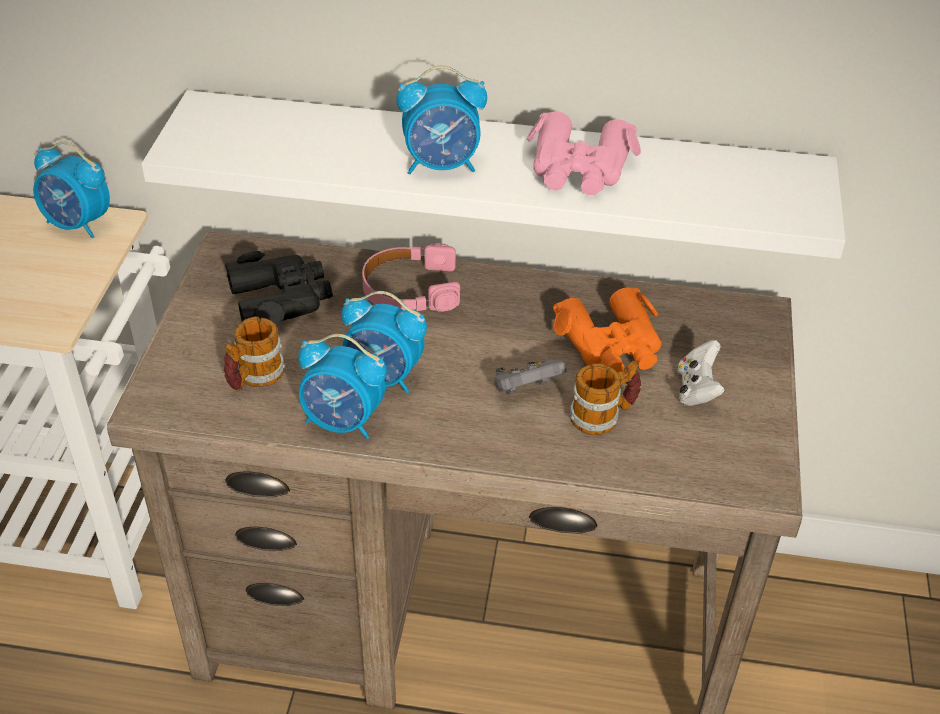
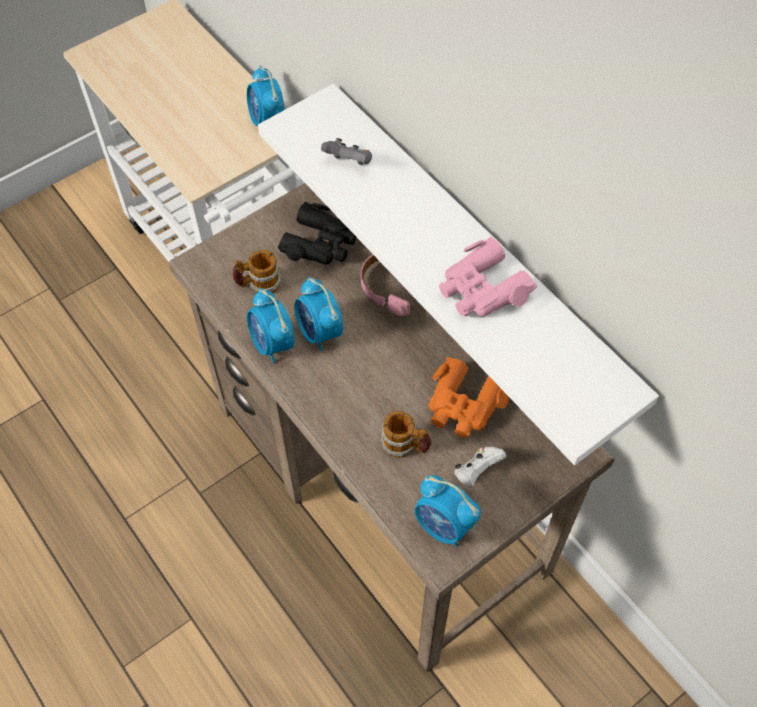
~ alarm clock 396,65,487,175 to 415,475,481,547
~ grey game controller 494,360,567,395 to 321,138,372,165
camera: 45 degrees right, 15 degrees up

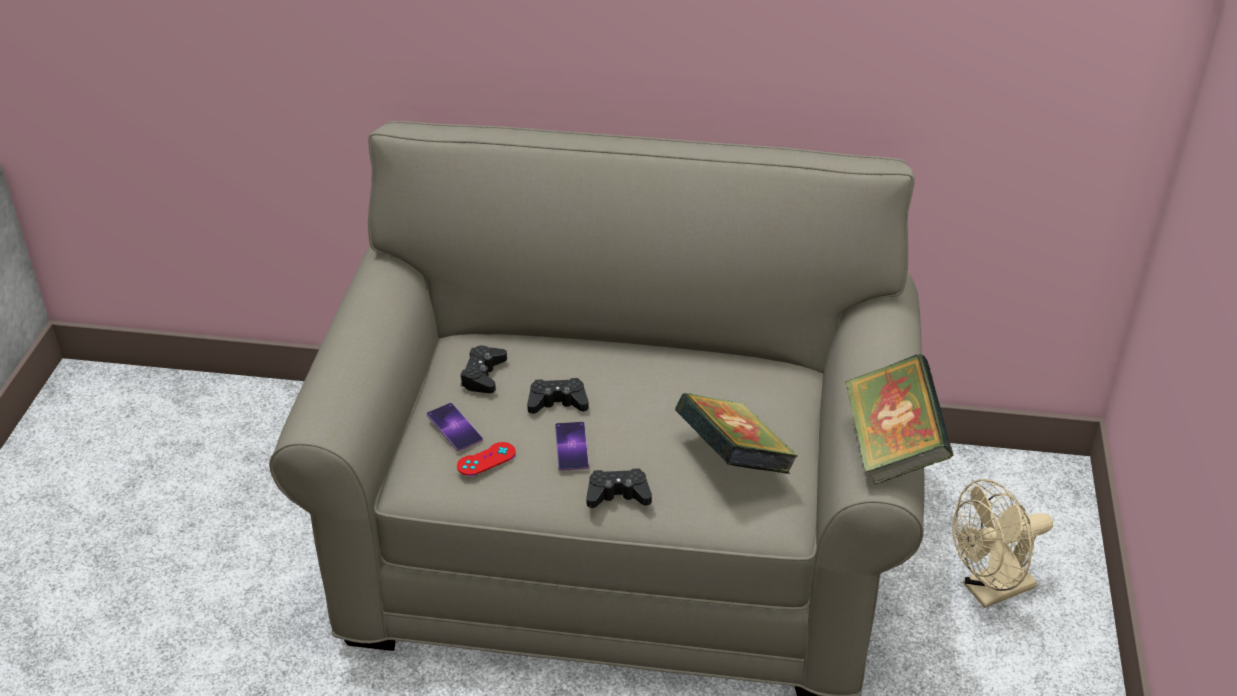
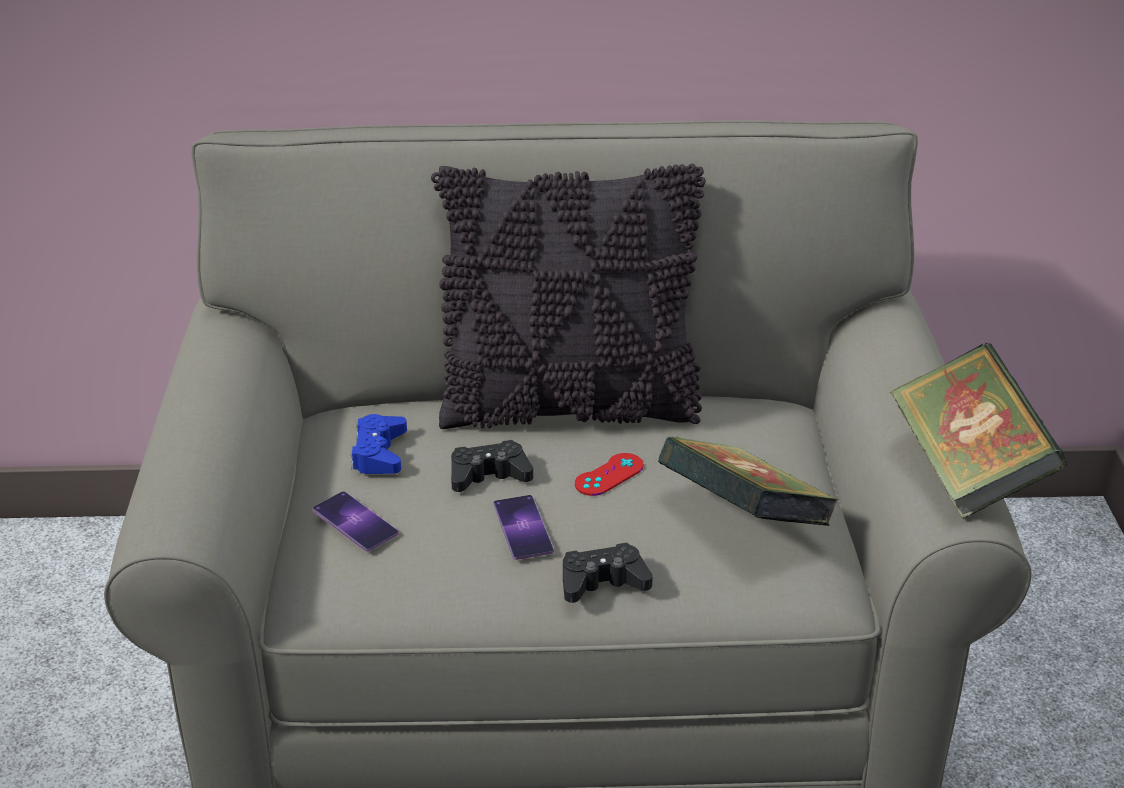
- beige fan 952,479,1053,608
+ black pillow 431,163,706,429
~ red game controller 457,442,516,476 to 575,453,644,496
~ black game controller 460,345,507,393 to blue game controller 351,414,407,474
camera: 10 degrees left, 5 degrees down

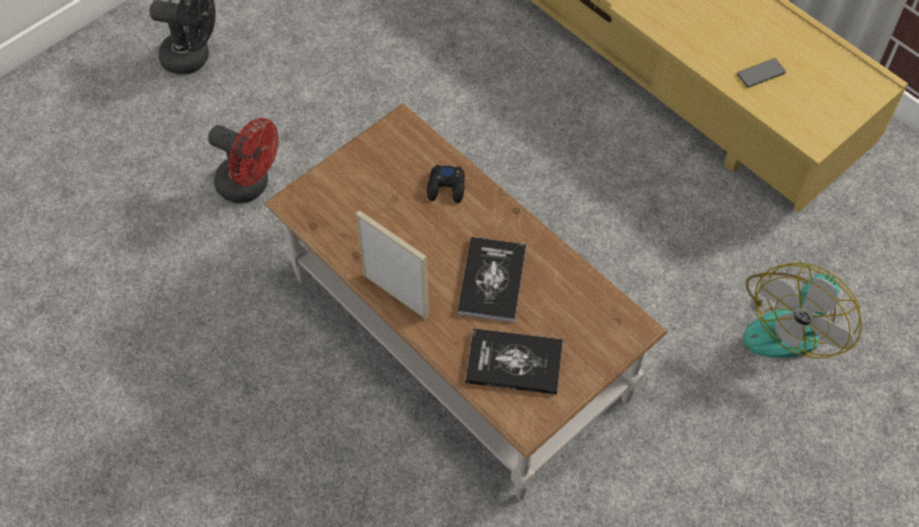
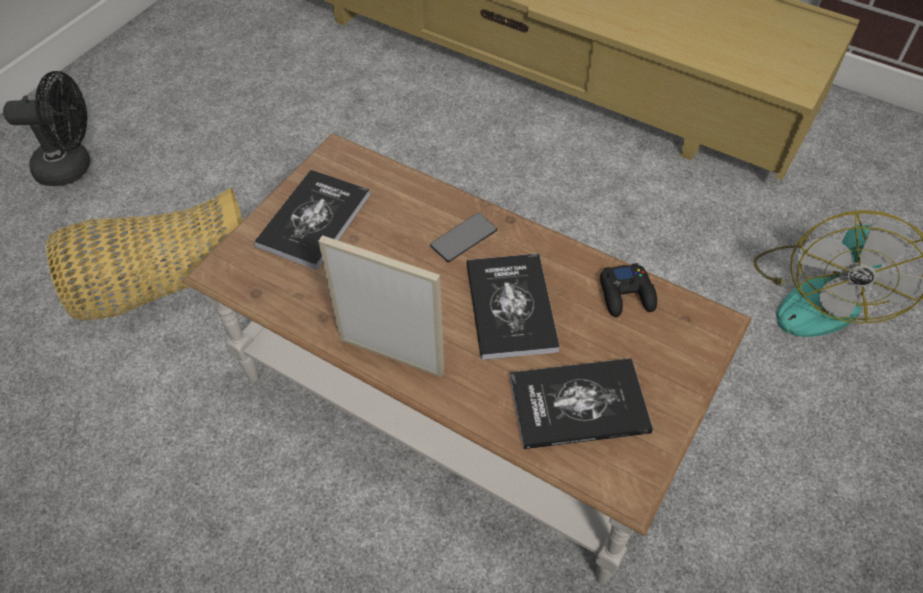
+ book 254,170,370,270
~ black game controller 427,165,465,203 to 600,263,657,317
~ phone 737,58,786,88 to 430,213,497,262
~ red fan 208,118,279,203 to basket 46,188,243,320
camera: 15 degrees left, 5 degrees down

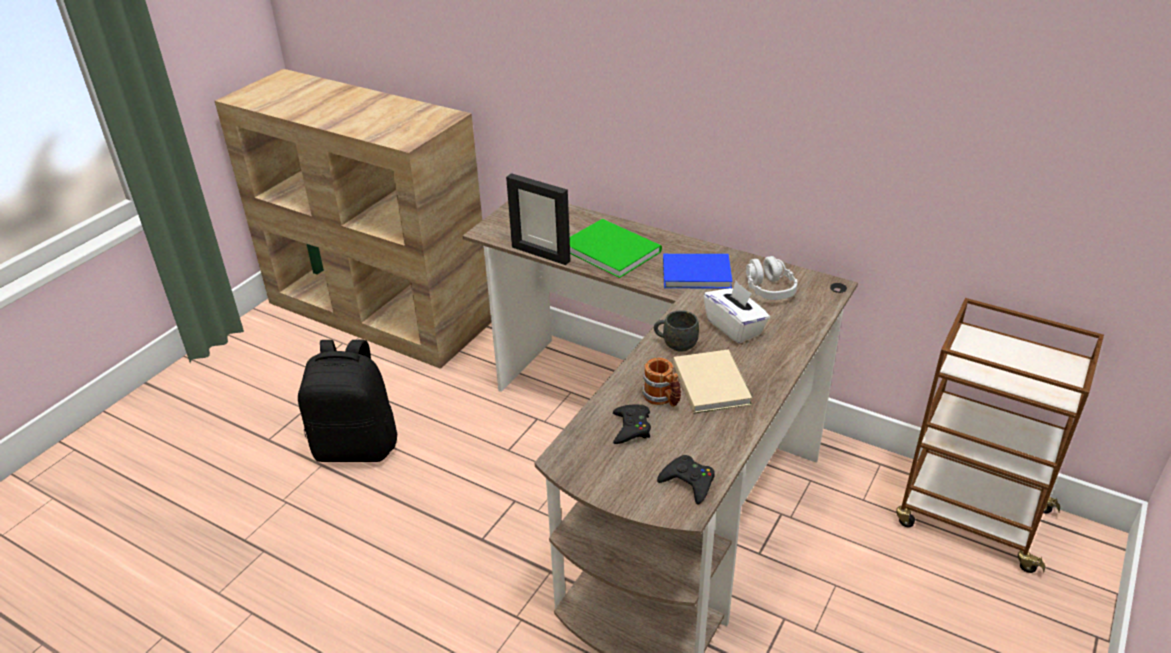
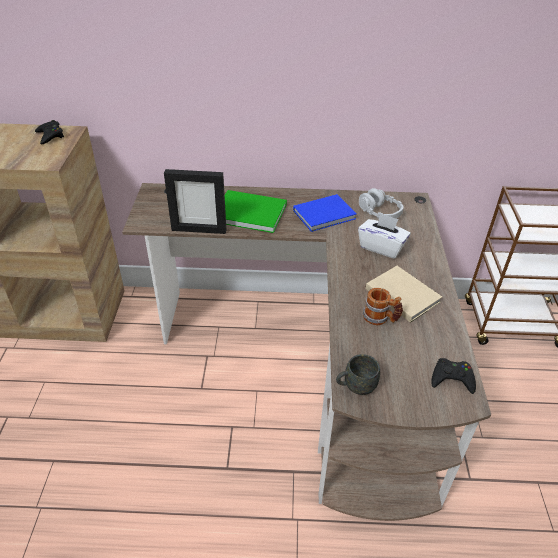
- black backpack 298,340,397,462
~ black game controller 613,404,651,444 to 35,120,64,145
~ grey mug 654,310,699,352 to 336,354,380,395
camera: 30 degrees left, 5 degrees up

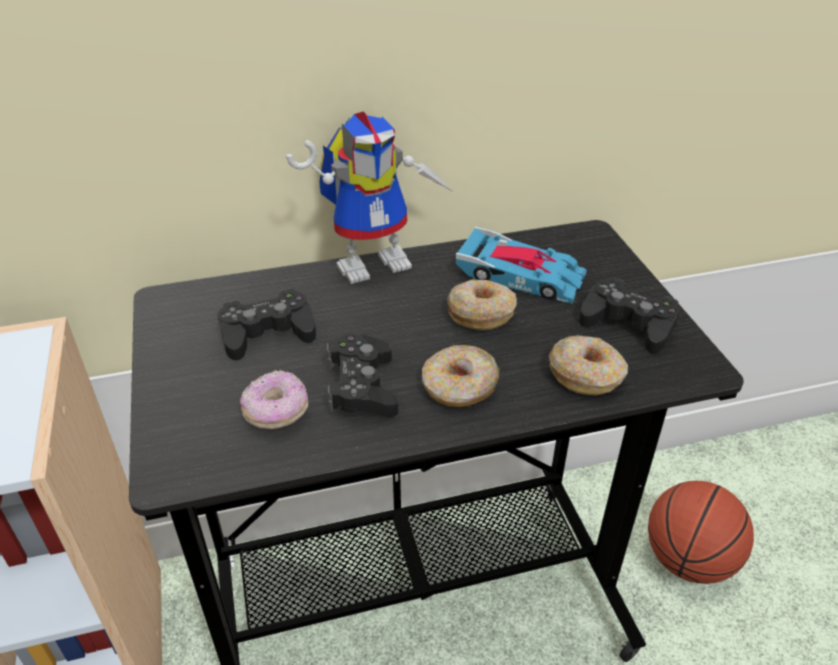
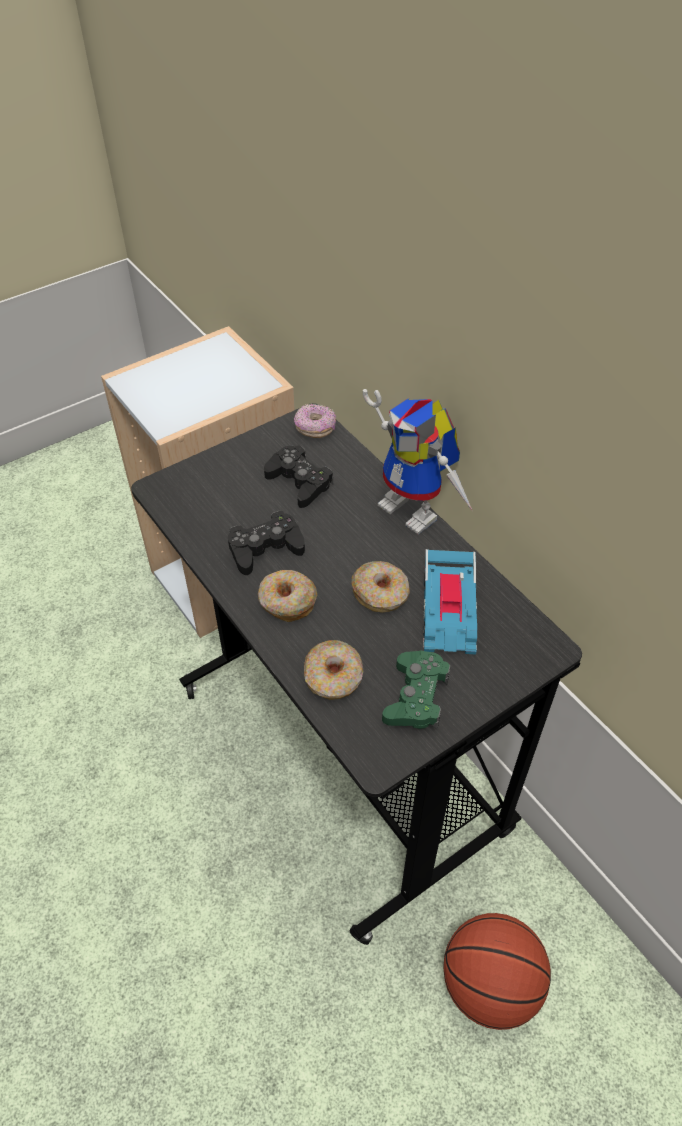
~ donut 240,370,308,429 to 294,404,336,438
~ black game controller 579,278,680,353 to green game controller 382,650,450,729
camera: 70 degrees right, 10 degrees up

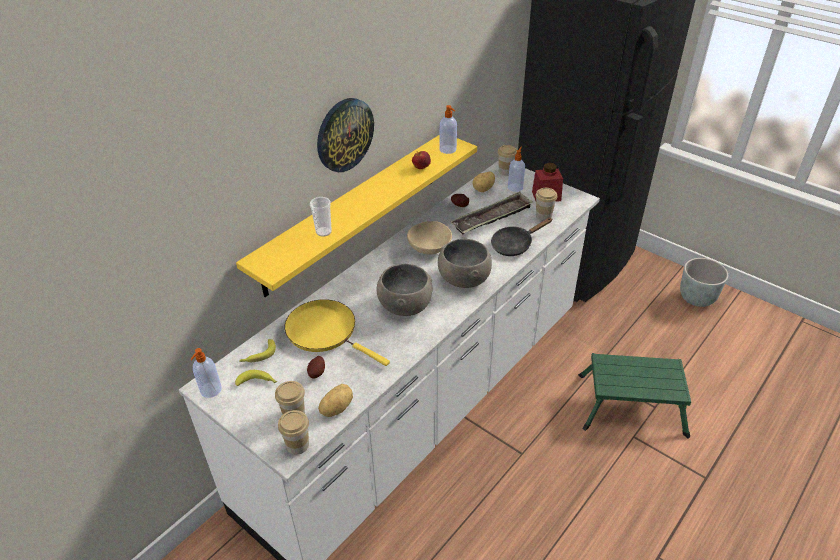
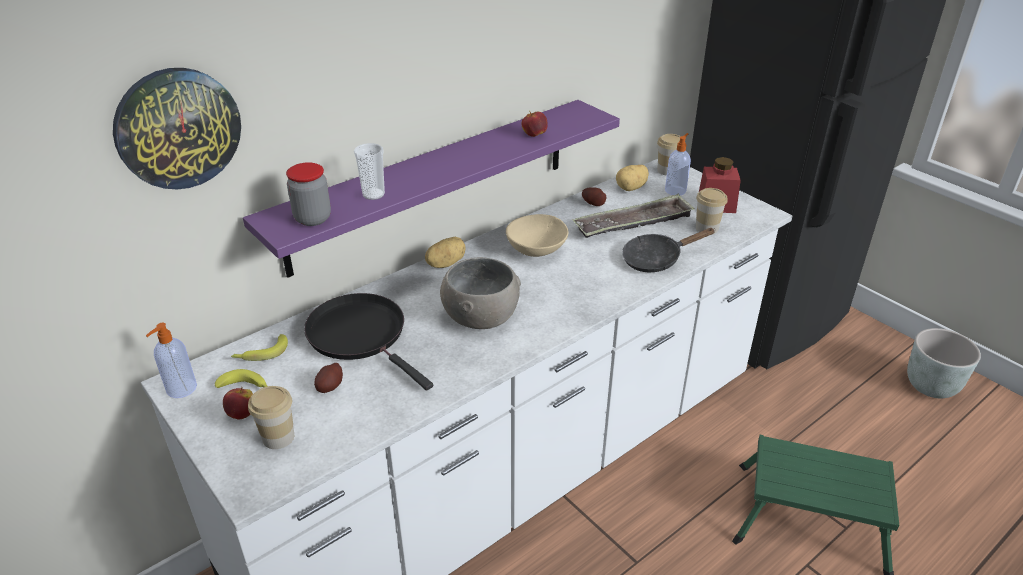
- cup 278,410,309,455
- grey bowl 438,239,492,288
- soap dispenser 440,105,457,154
+ apple 223,387,253,419
+ jar 286,162,331,226
~ wall clock 317,98,374,172 to 113,68,241,189
~ potato 318,384,353,417 to 425,237,466,268
~ yellow shelf 236,135,477,297 to purple shelf 243,100,620,277
~ yellow frying pan 285,299,390,366 to black frying pan 304,293,433,390
camera: 10 degrees right, 5 degrees down

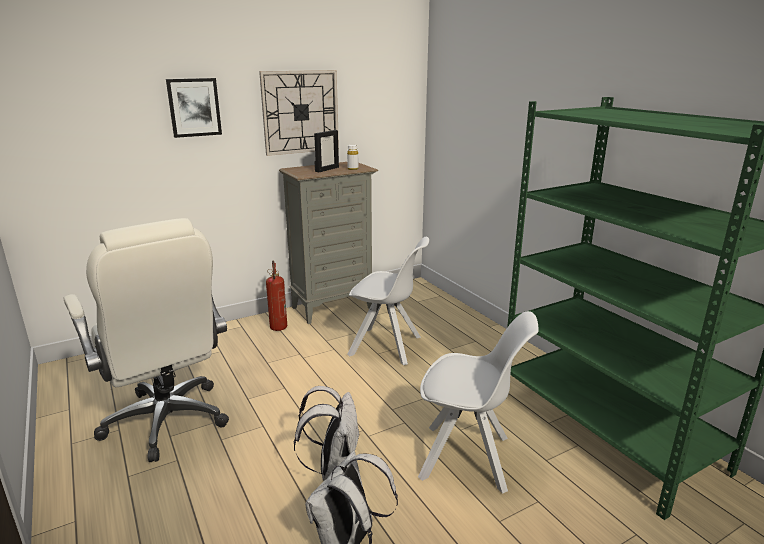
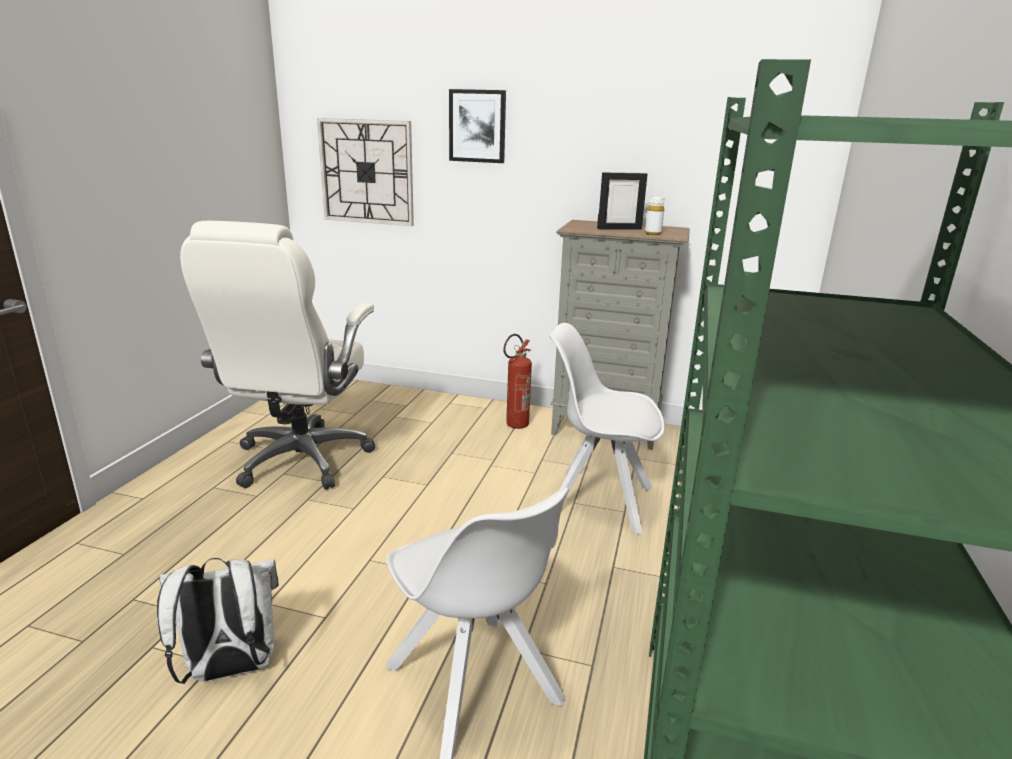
- white backpack 294,386,360,481
~ wall clock 259,70,339,156 to 317,118,414,226
~ white chair 347,237,429,365 = 549,323,665,535 135 degrees clockwise
camera: 45 degrees right, 0 degrees up

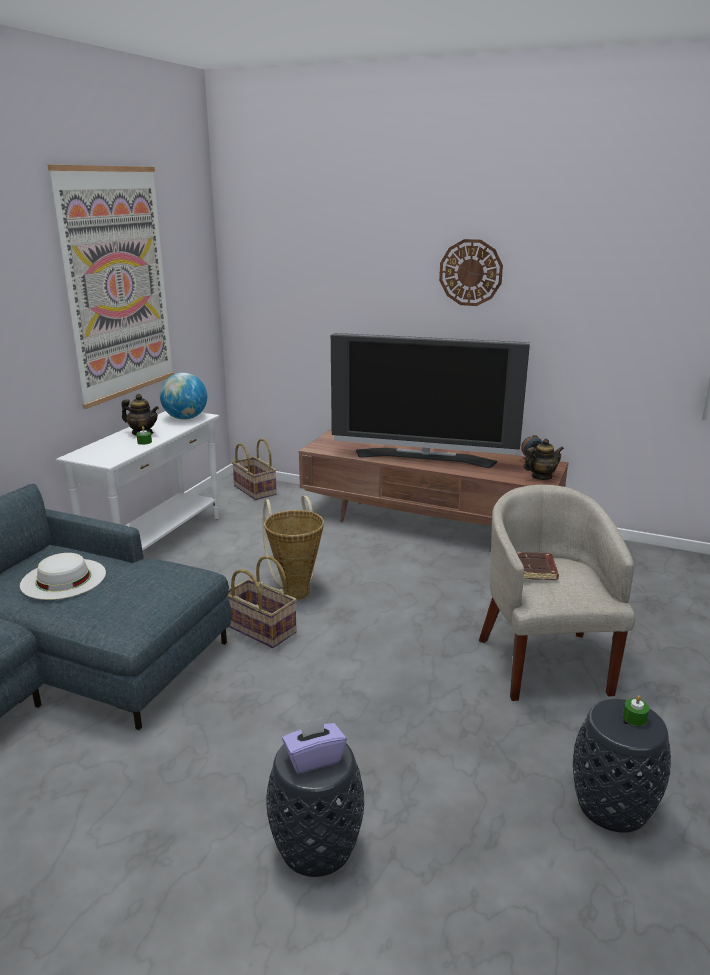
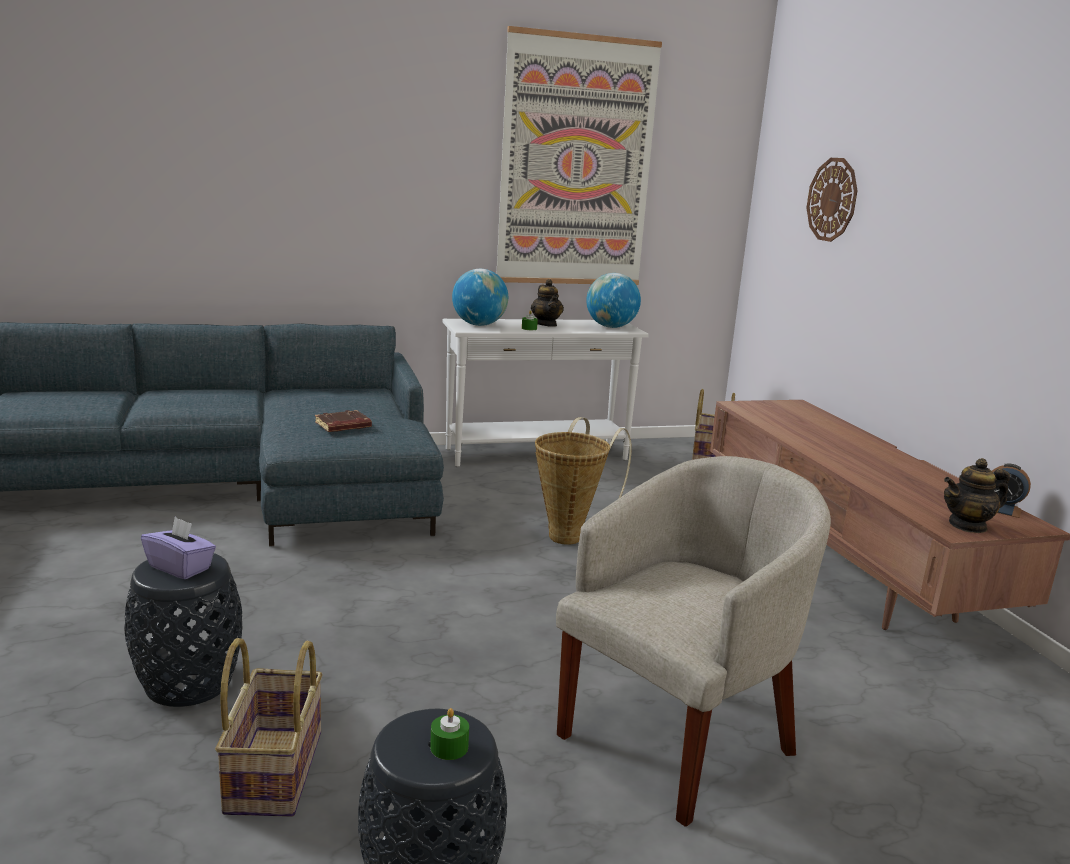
- white hat 20,553,106,600
- television 331,333,530,468
+ globe 452,269,508,326
~ basket 226,555,297,648 to 215,638,322,817
~ wall clock 439,239,503,306 to 806,158,857,242
~ brown book 517,552,559,580 to 315,410,372,432
~ teapot 523,439,564,480 = 944,458,1010,533 135 degrees clockwise
camera: 50 degrees right, 5 degrees down

